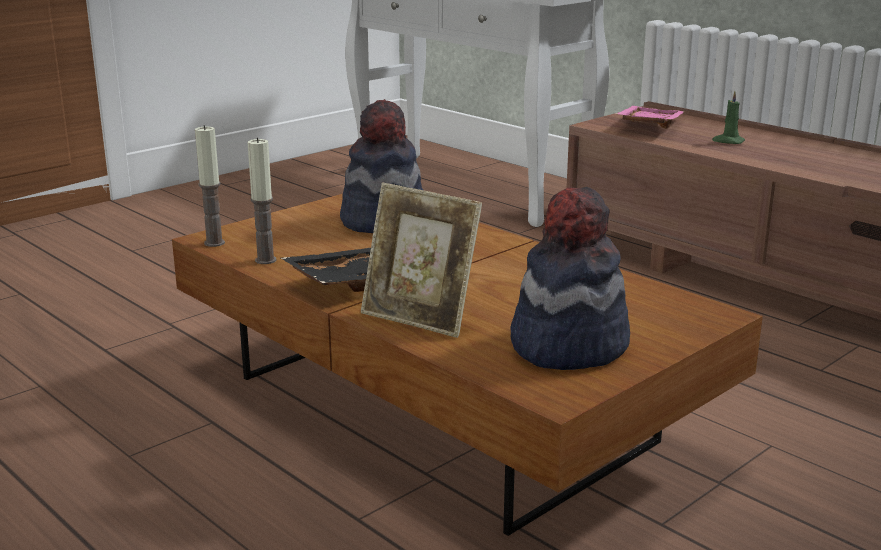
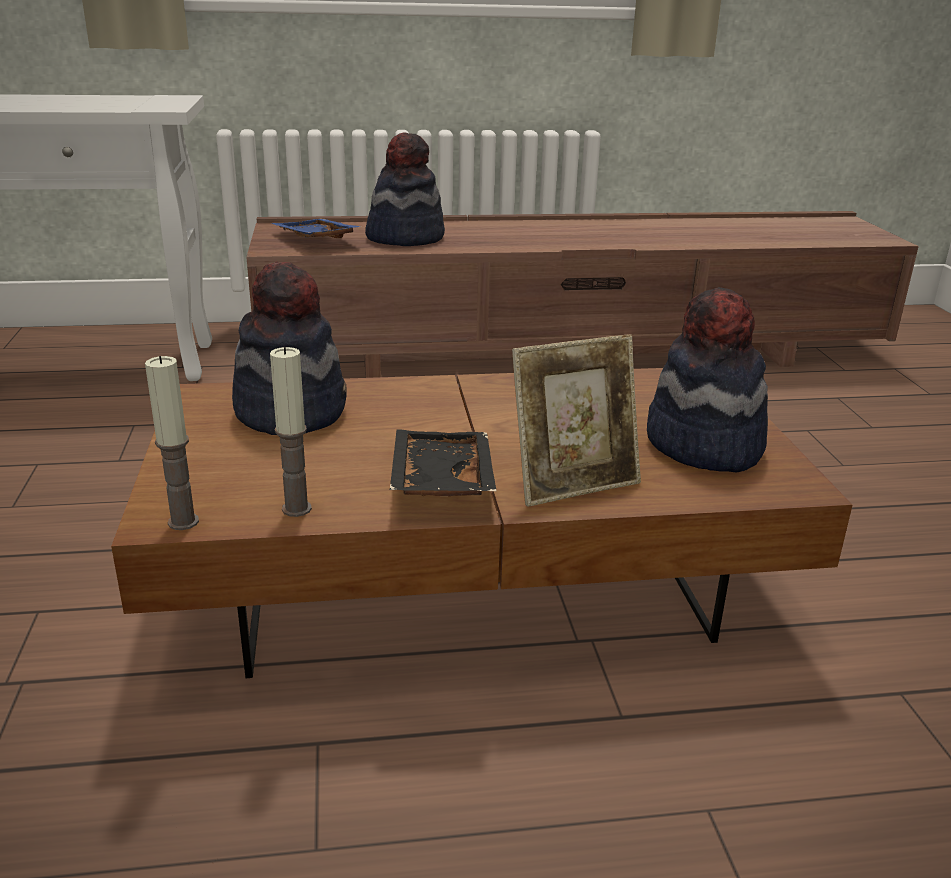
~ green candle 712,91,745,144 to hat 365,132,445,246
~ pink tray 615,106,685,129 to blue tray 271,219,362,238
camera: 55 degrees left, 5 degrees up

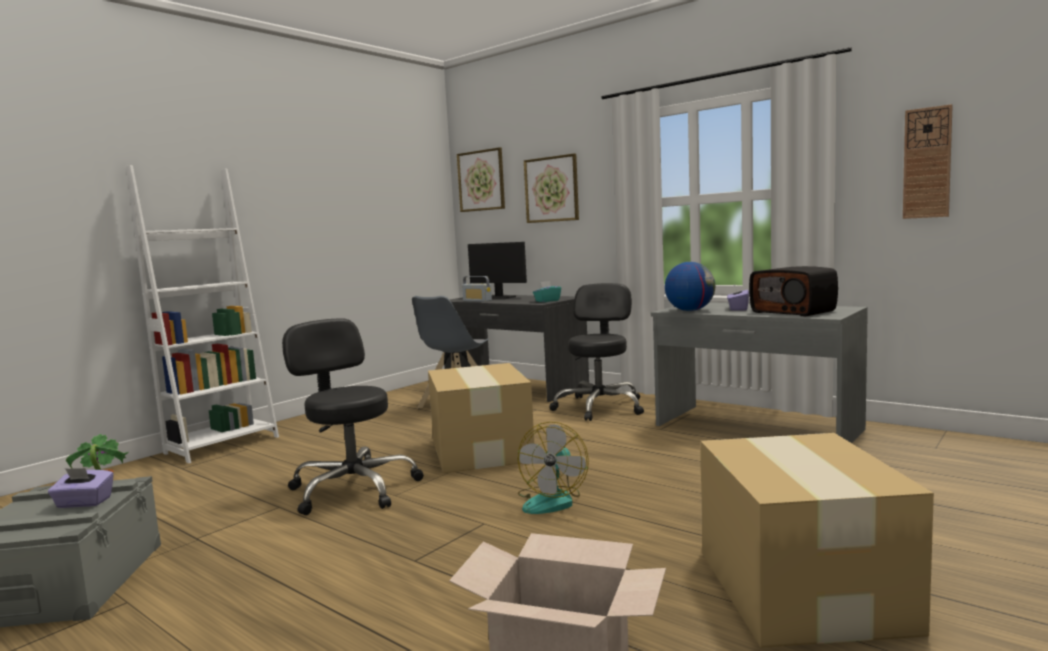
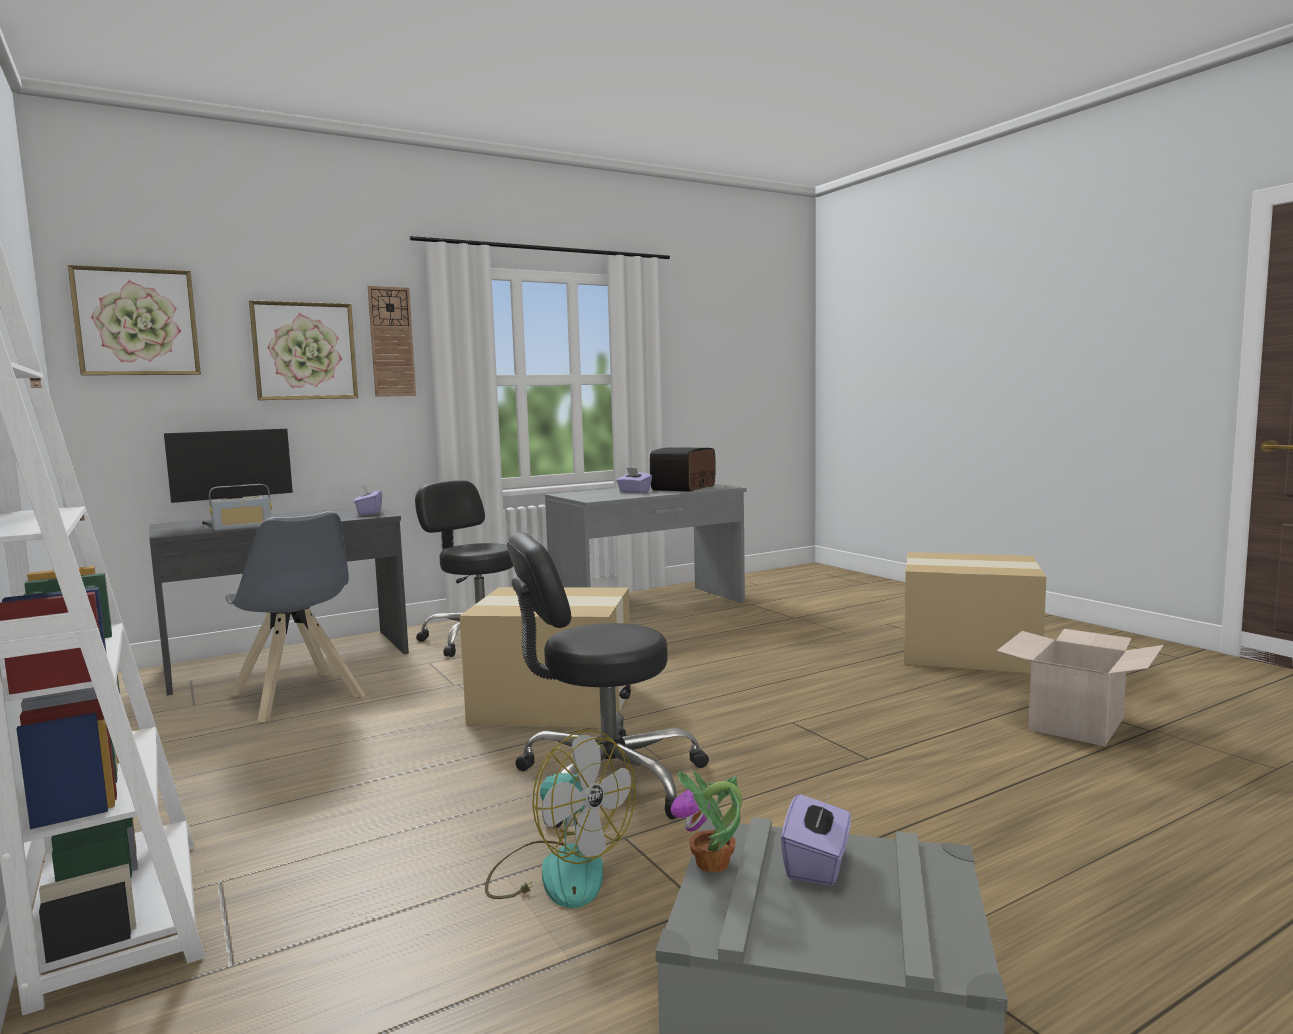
- globe 665,262,715,311
~ fan 518,422,589,514 to 485,730,636,908
~ wall clock 903,104,953,219 to 368,286,416,397
~ turquoise tissue box 533,281,561,302 to purple tissue box 354,485,382,515
~ radio 749,266,838,317 = 650,448,716,492 135 degrees clockwise
camera: 70 degrees left, 0 degrees up

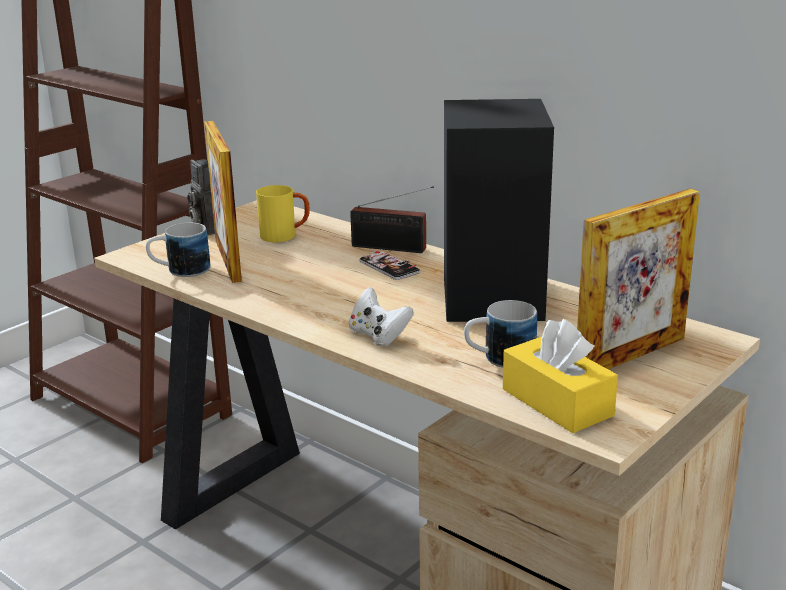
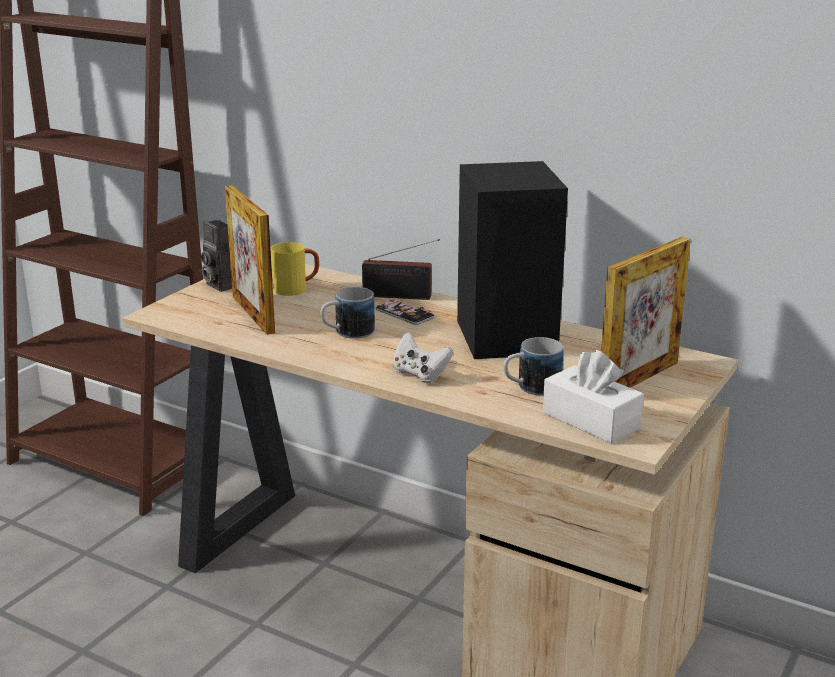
~ mug 146,223,210,277 to 321,287,375,339
~ yellow tissue box 503,319,618,433 to white tissue box 543,350,644,444
camera: 10 degrees left, 0 degrees up

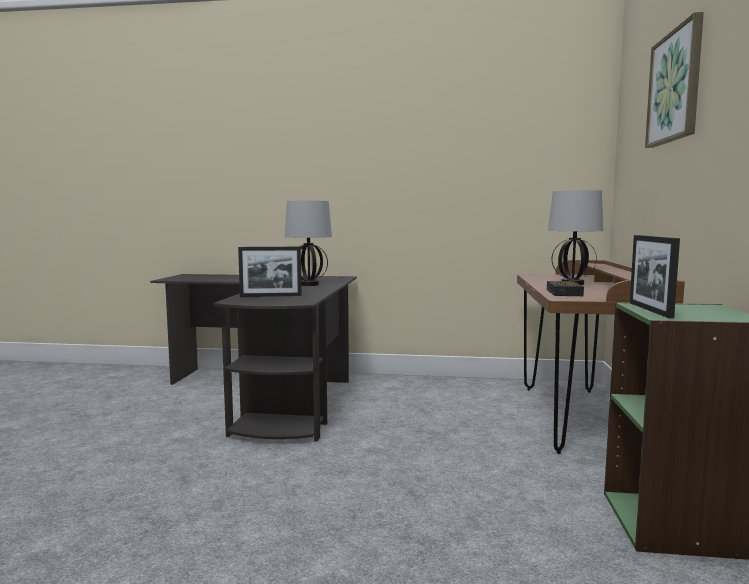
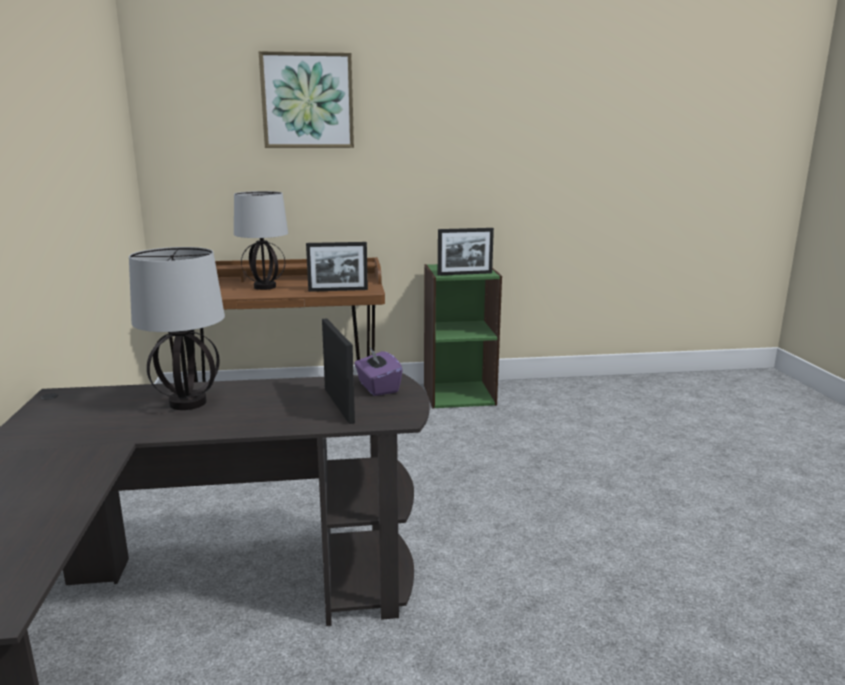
+ purple tissue box 354,346,403,396
~ alarm clock 547,281,584,296 to picture frame 306,242,368,292
camera: 105 degrees left, 10 degrees up

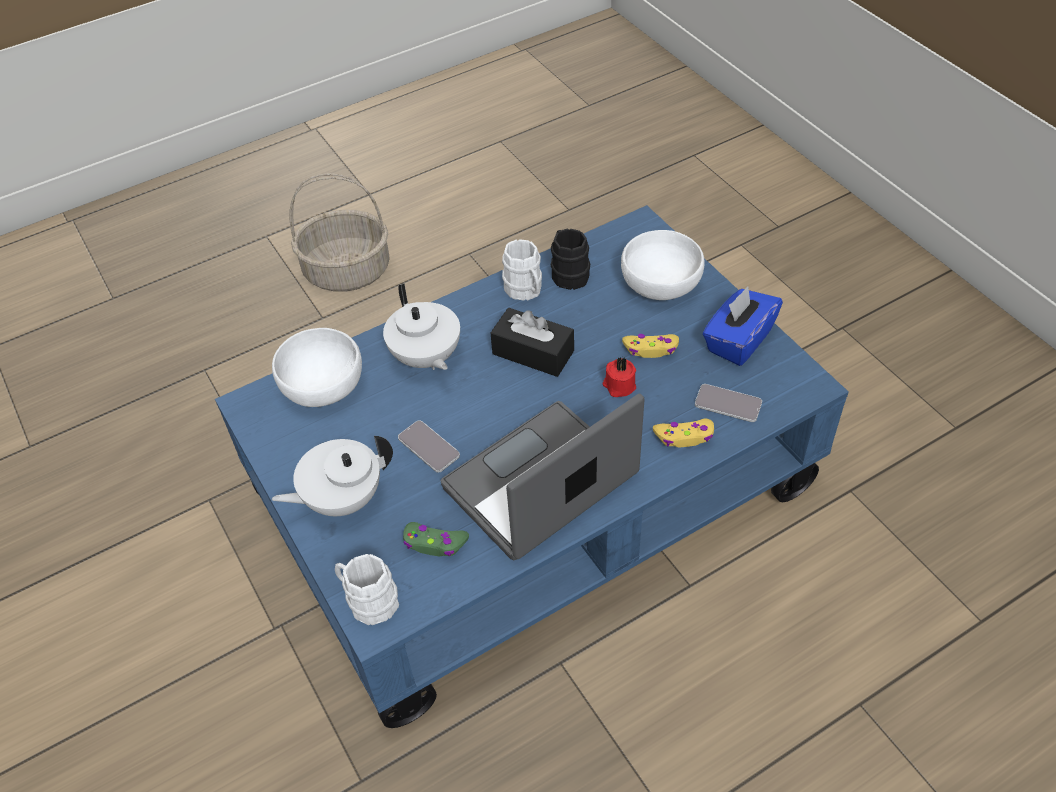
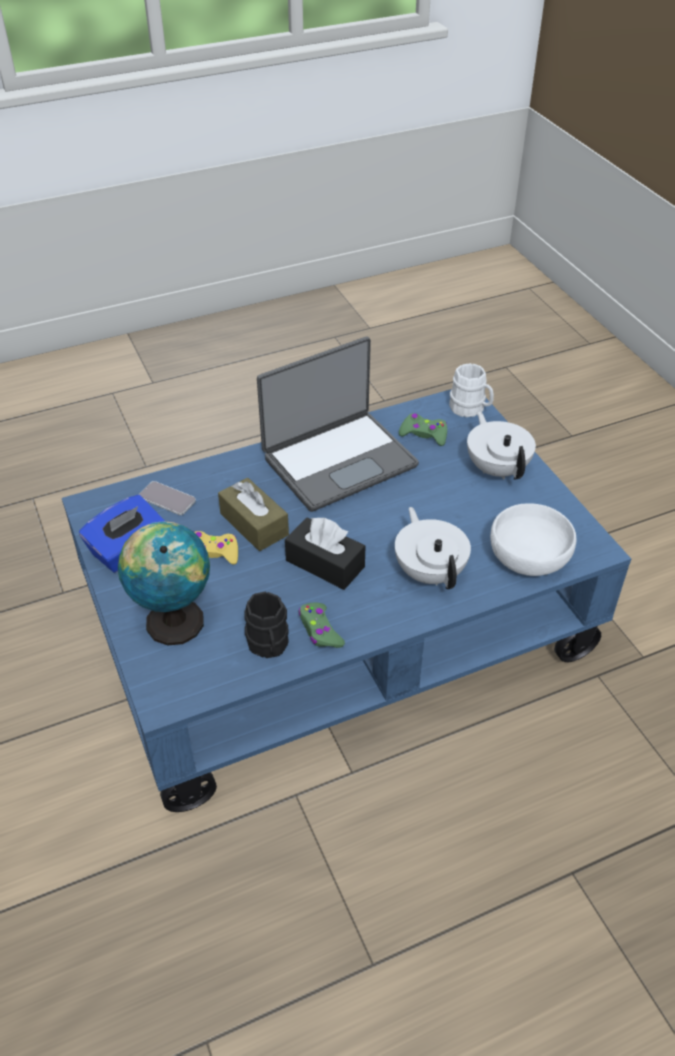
- basket 290,173,389,291
- phone 398,420,460,473
- yellow game controller 653,419,714,447
~ white mug 502,239,542,301 to green game controller 299,602,345,648
~ red candle 603,357,636,397 to brown tissue box 218,478,289,551
~ white bowl 621,230,705,300 to globe 118,522,210,646
~ white teapot 272,436,393,516 = 467,411,536,480 90 degrees counterclockwise
camera: 175 degrees left, 5 degrees down

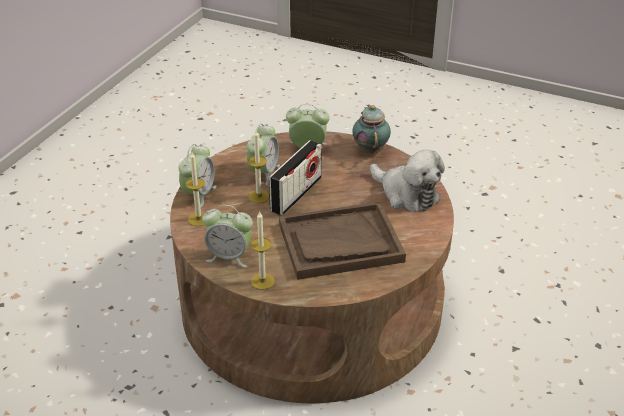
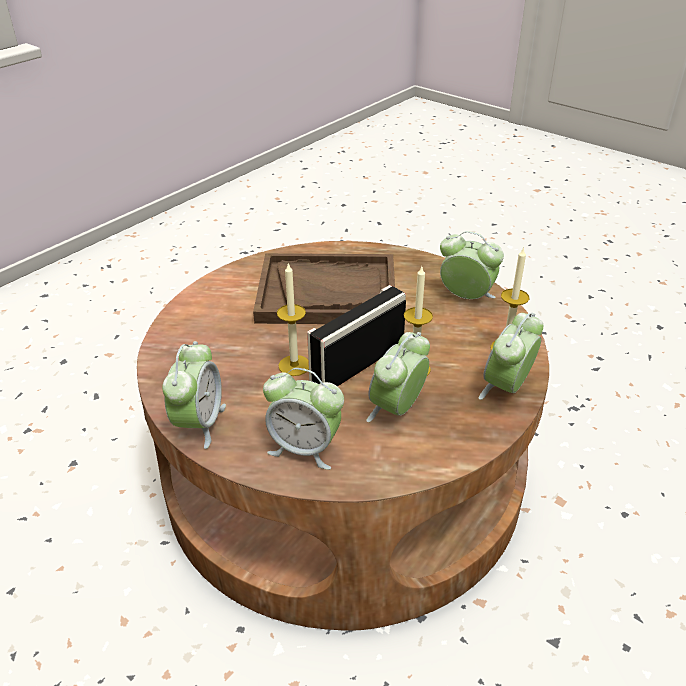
- plush toy 370,150,445,212
~ candle 251,211,275,290 to 277,262,309,376
~ teapot 352,105,391,154 to alarm clock 162,341,226,449
camera: 165 degrees left, 0 degrees up

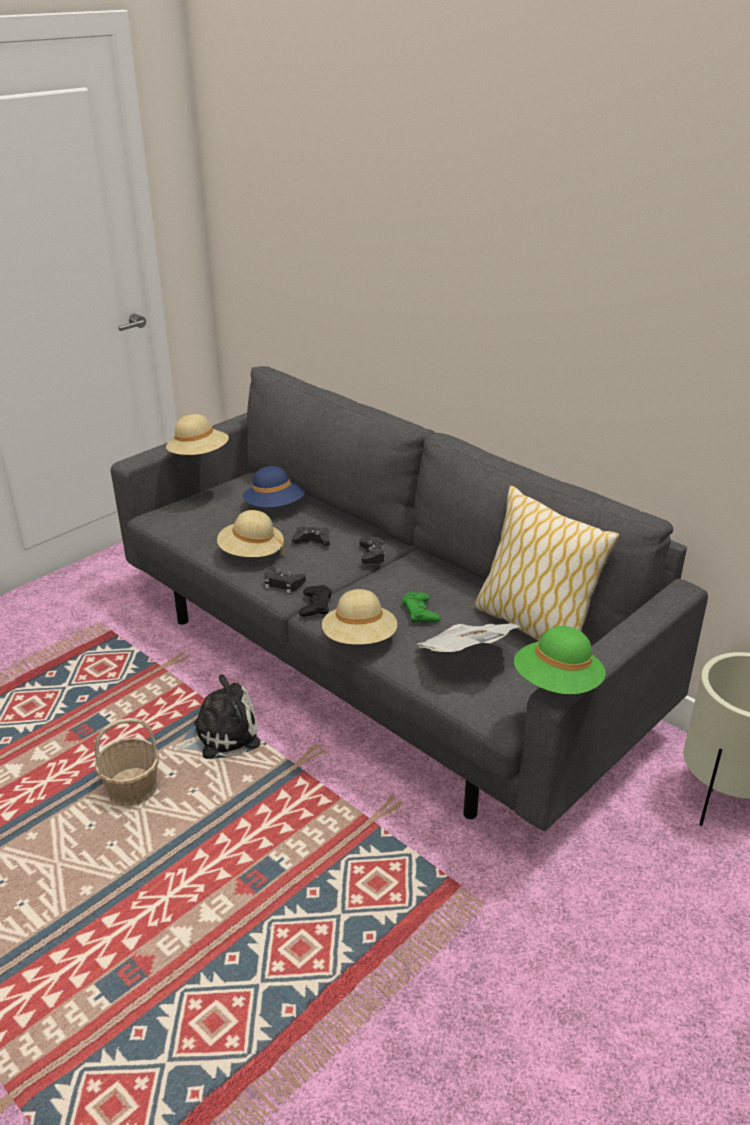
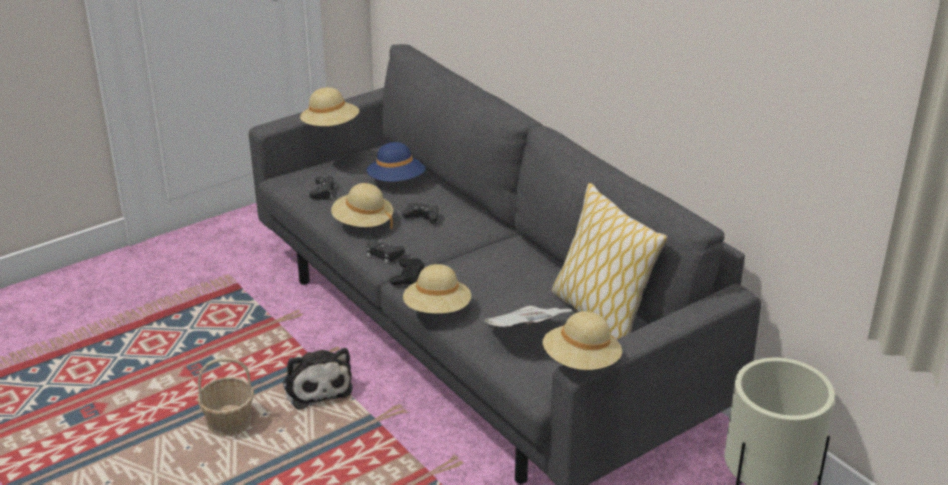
- green game controller 402,592,441,623
~ black game controller 359,537,386,564 to 309,176,336,200
~ green hat 514,626,606,694 to beige hat 543,311,622,370
~ plush toy 172,674,260,759 = 283,348,353,410 75 degrees clockwise
camera: 10 degrees right, 0 degrees up

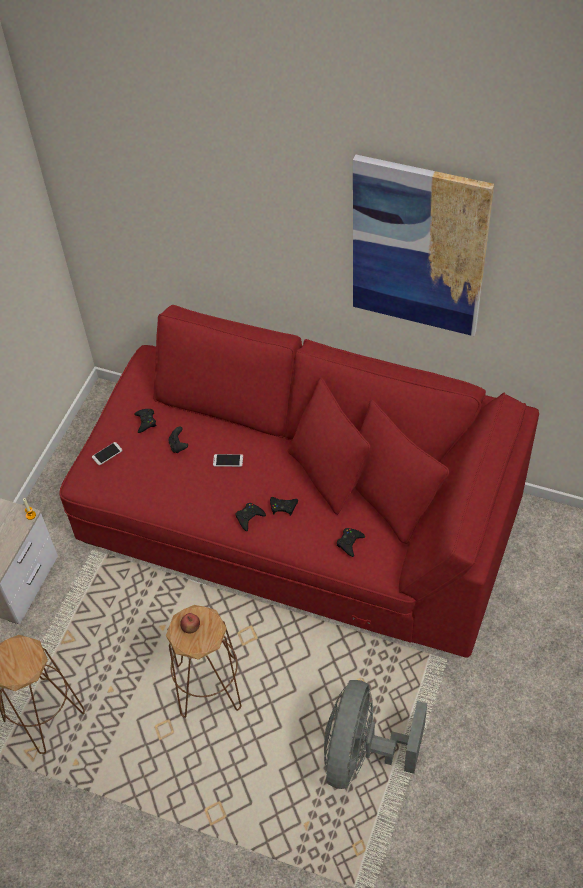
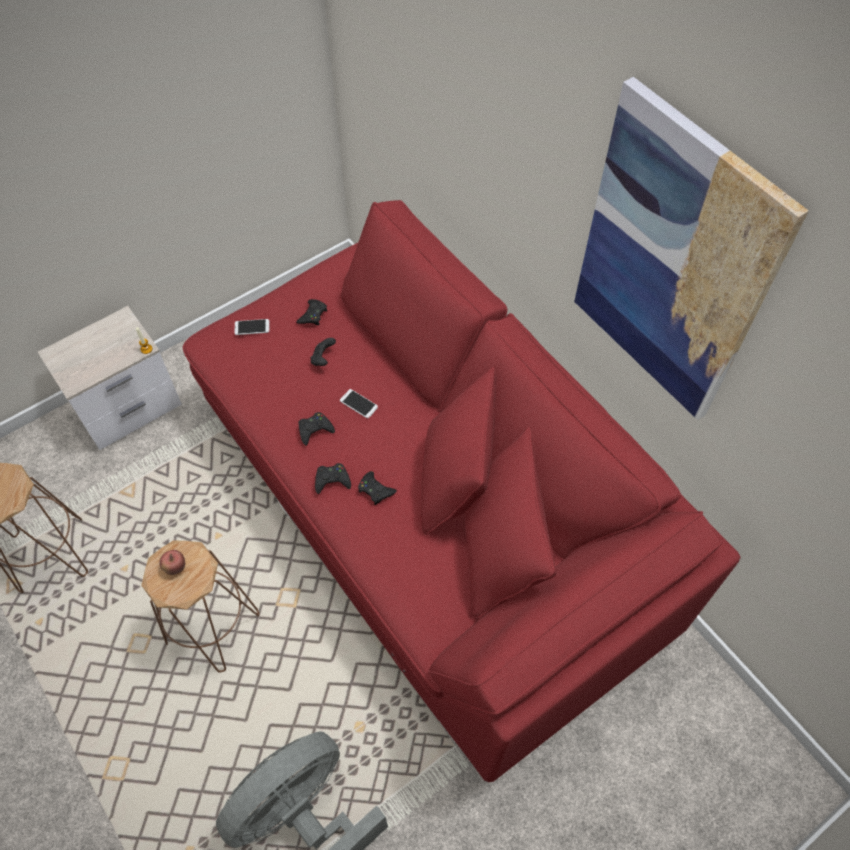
~ black game controller 337,528,365,557 to 298,412,335,446
camera: 30 degrees right, 5 degrees up

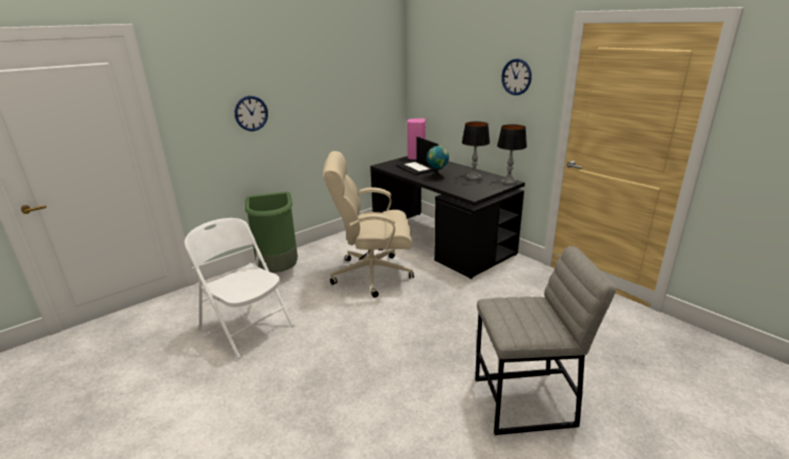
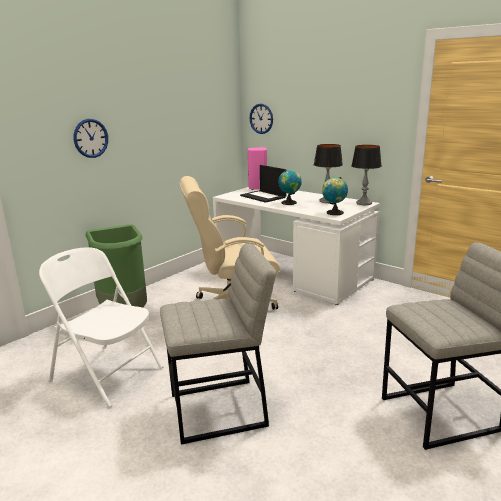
+ grey chair 160,243,276,445
+ globe 322,177,348,215
~ wall clock 502,59,532,95 to 249,104,273,134
~ black desk 370,156,525,279 to white desk 213,187,380,305
camera: 10 degrees left, 5 degrees down

